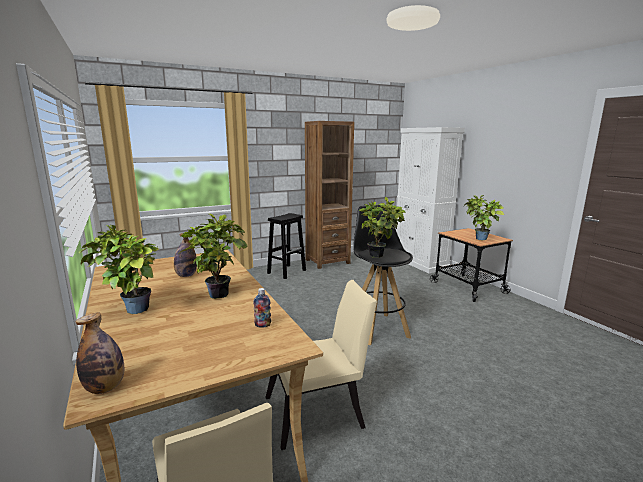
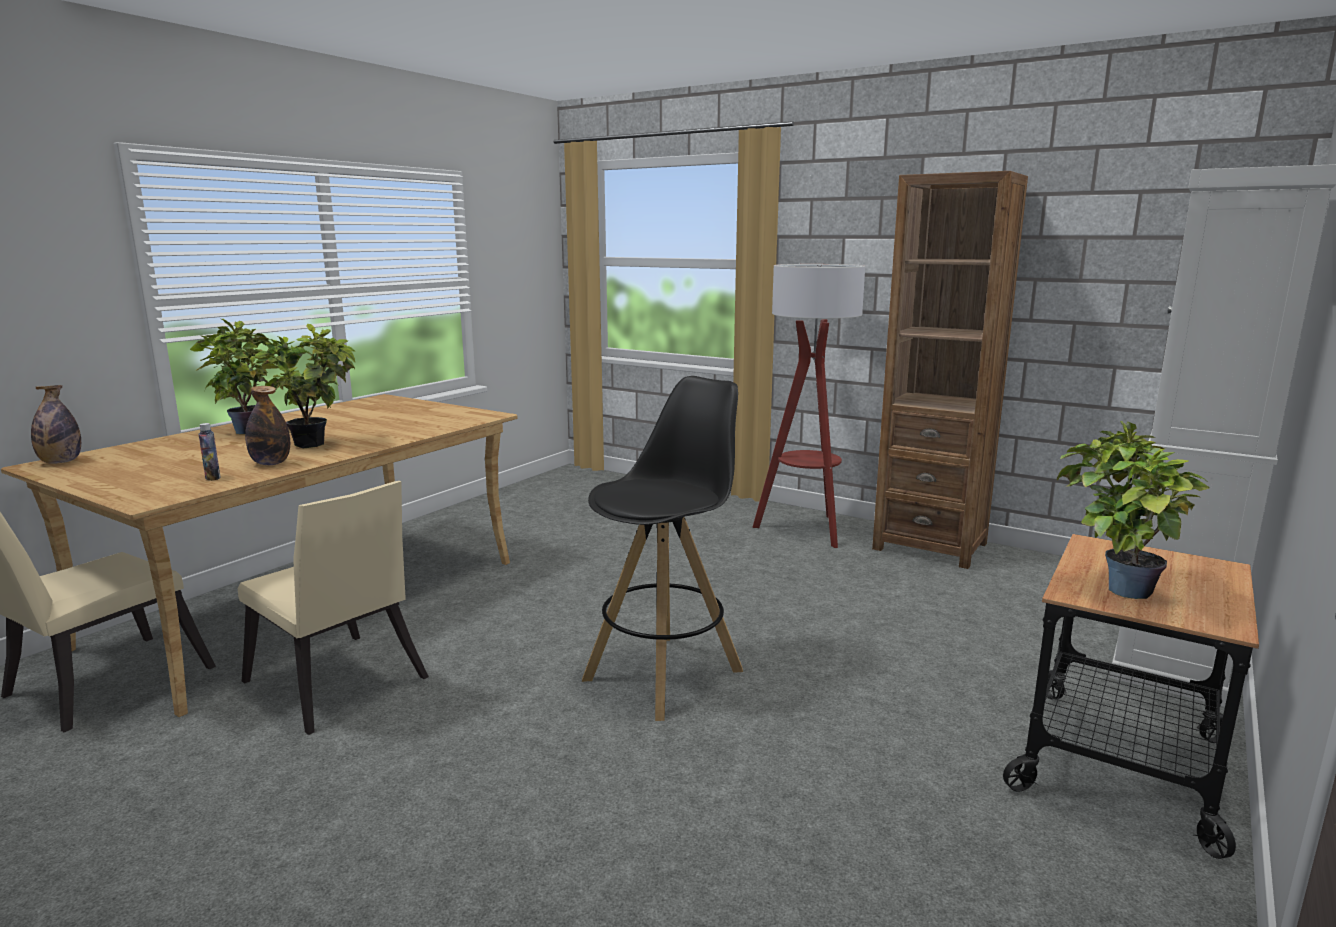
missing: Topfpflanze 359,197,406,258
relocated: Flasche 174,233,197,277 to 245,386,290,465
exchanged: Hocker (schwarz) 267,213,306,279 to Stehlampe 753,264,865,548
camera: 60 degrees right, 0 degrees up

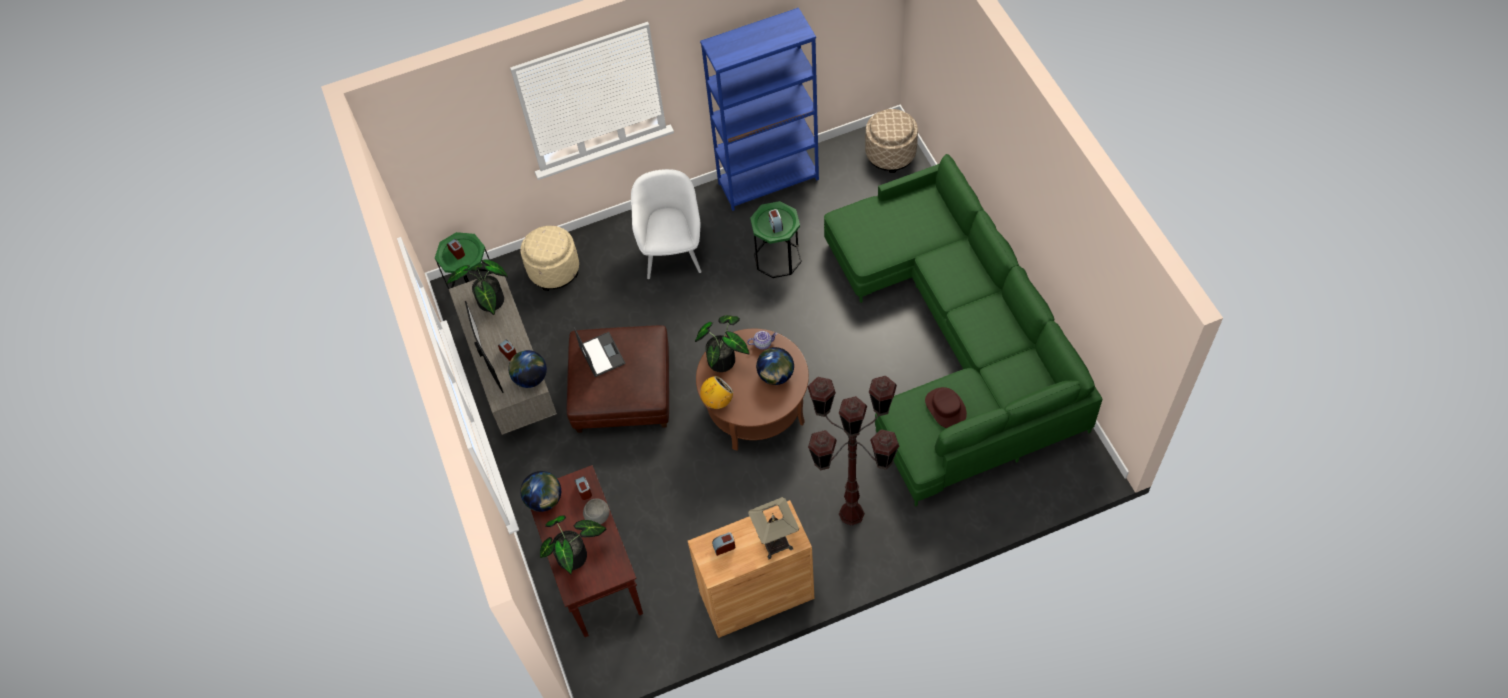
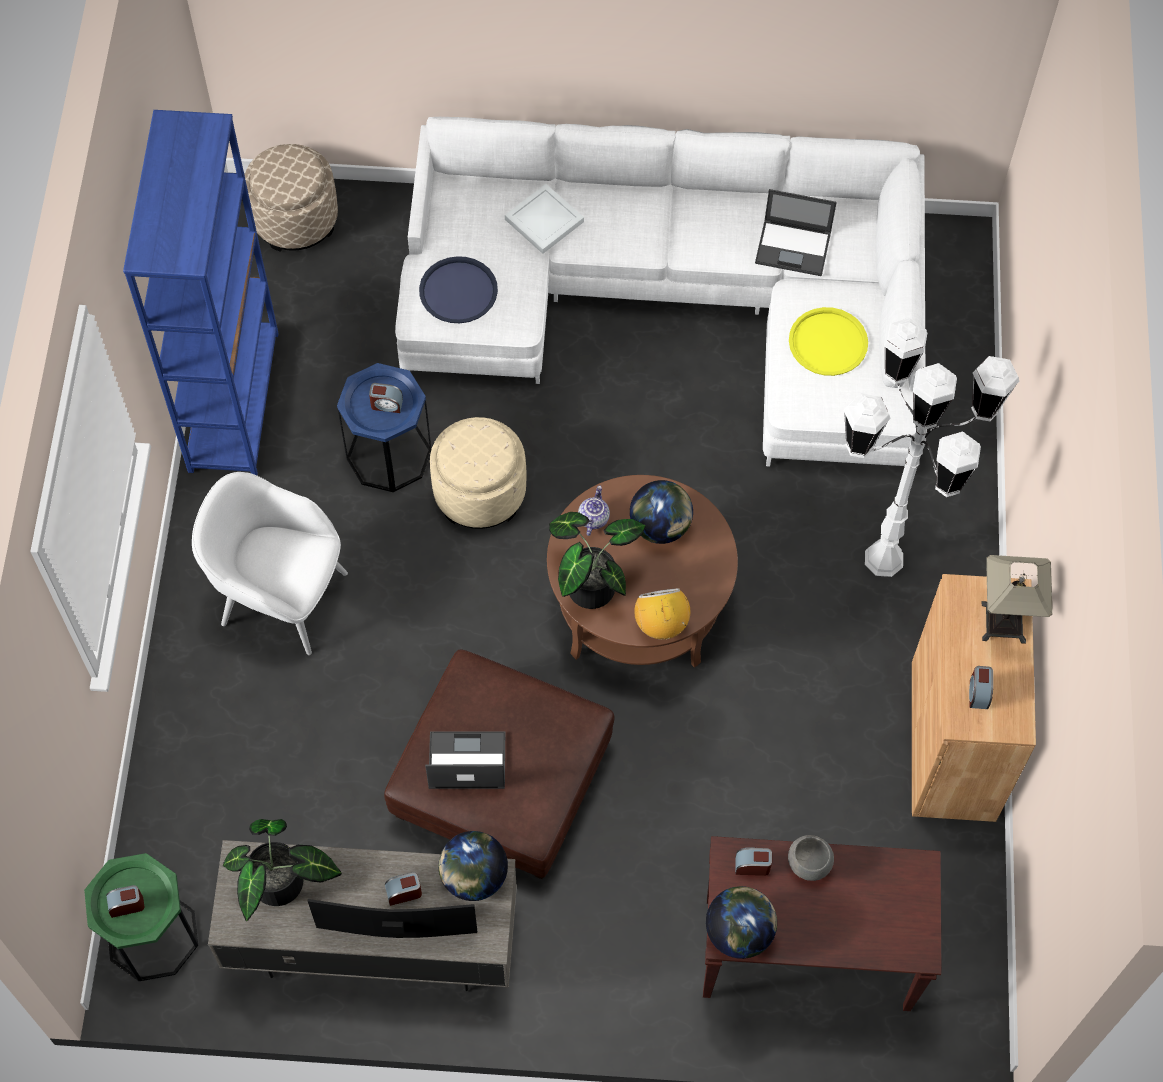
missing: Topfpflanze 540,515,606,574
appeared: Tablett (blau) 419,256,498,323; Tablett (weiß) 505,184,584,254; Laptop 755,189,837,276
relocated: Polsterhocker (beige) 520,226,579,291 to 430,417,526,529
exchanged: Hut (braun) 925,387,967,428 to Tablett (gelb) 789,307,868,376
colour: Beistelltisch (grün) 750,201,802,278 to Beistelltisch (blau) 337,363,431,492; Sofa (grün) 824,154,1103,507 to Sofa (weiß) 395,117,925,467; Stehlampe (braun) 808,376,899,526 to Stehlampe (weiß) 844,318,1019,577
camera: 70 degrees left, 5 degrees up

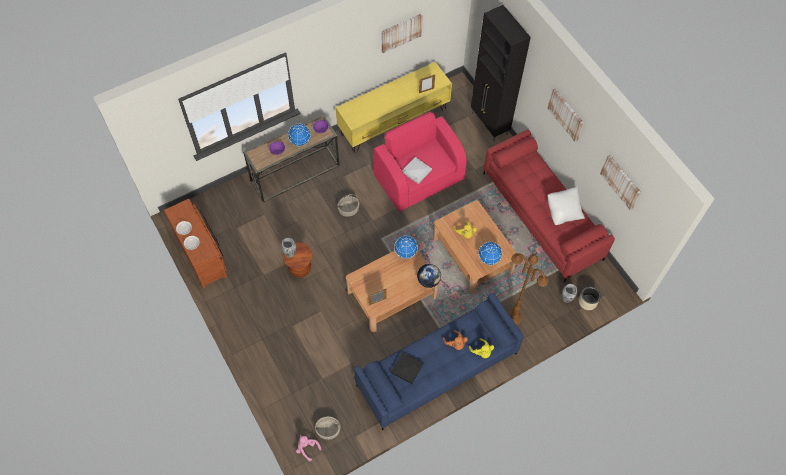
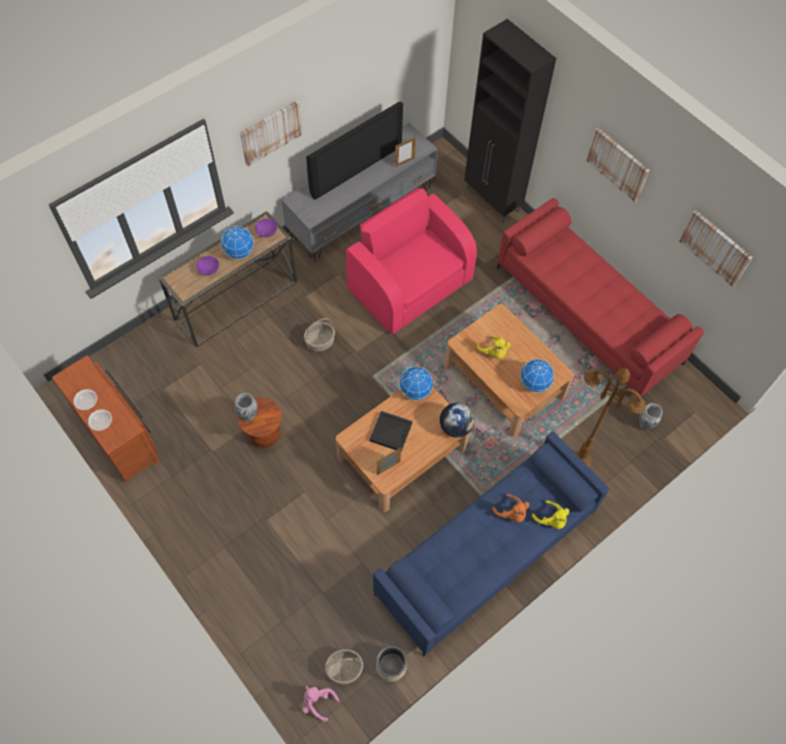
missing: Tablett (weiß) 402,157,432,184; Kissen (weiß) 547,186,585,225
appeared: Fernseher 306,101,403,200
relocated: Bild 382,14,423,53 to 240,101,302,166; Tablett (schwarz) 391,352,423,384 to 370,411,412,451; Pflanzkübel (beige) 579,287,601,310 to 376,645,407,682
colour: Fernsehschrank (gelb) 336,62,452,153 to Fernsehschrank (grau) 282,123,438,262
camera: 10 degrees left, 0 degrees up

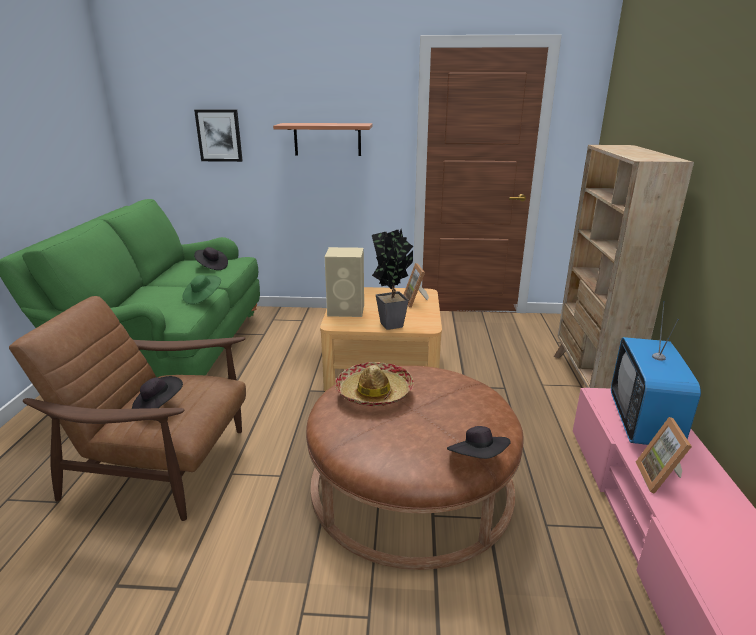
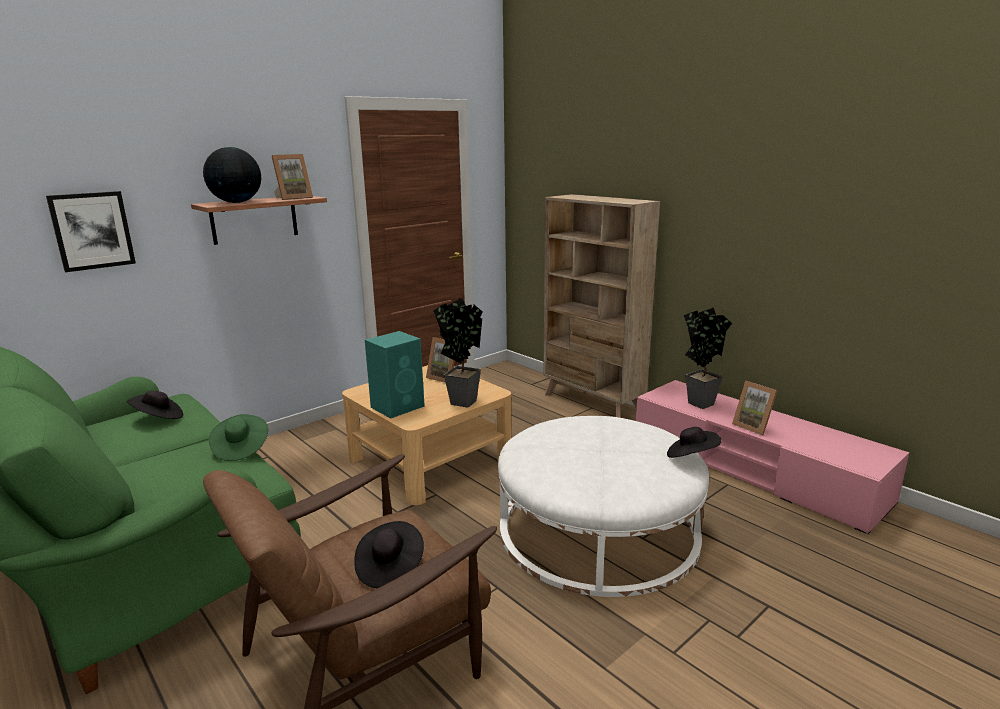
missing: Hut 335,362,414,406
appeared: Globus 203,147,261,203; Bilderrahmen 272,154,313,200
exchanged: Fernseher 611,301,701,445 to Topfpflanze 684,307,732,409
colour: Lautsprecher (beige) 325,247,364,317 to Lautsprecher (türkis) 365,331,425,418; Polsterhocker (braun) 306,366,524,570 to Polsterhocker (weiß) 498,416,709,597
camera: 45 degrees left, 5 degrees down

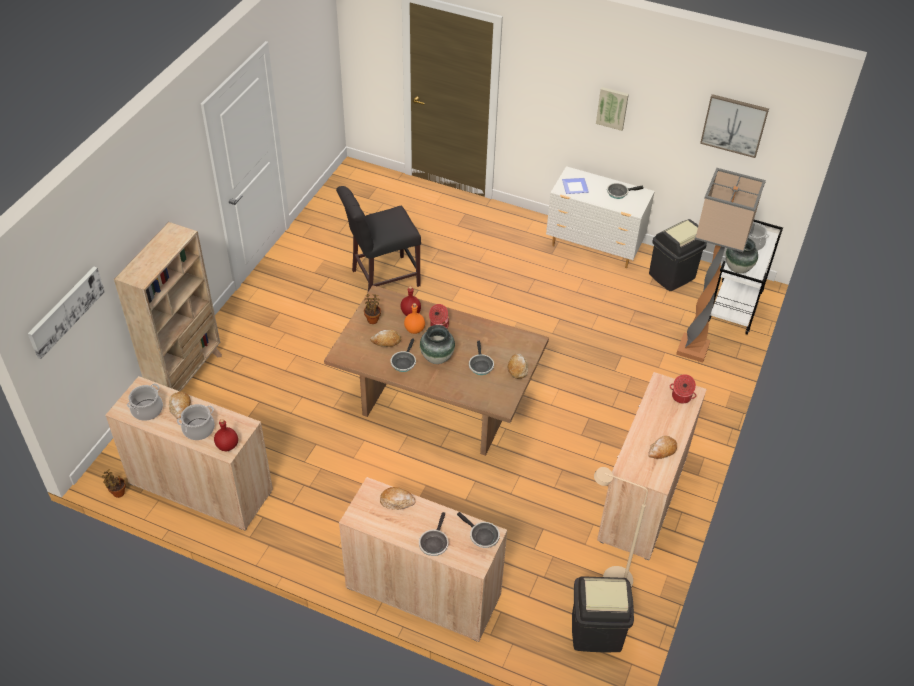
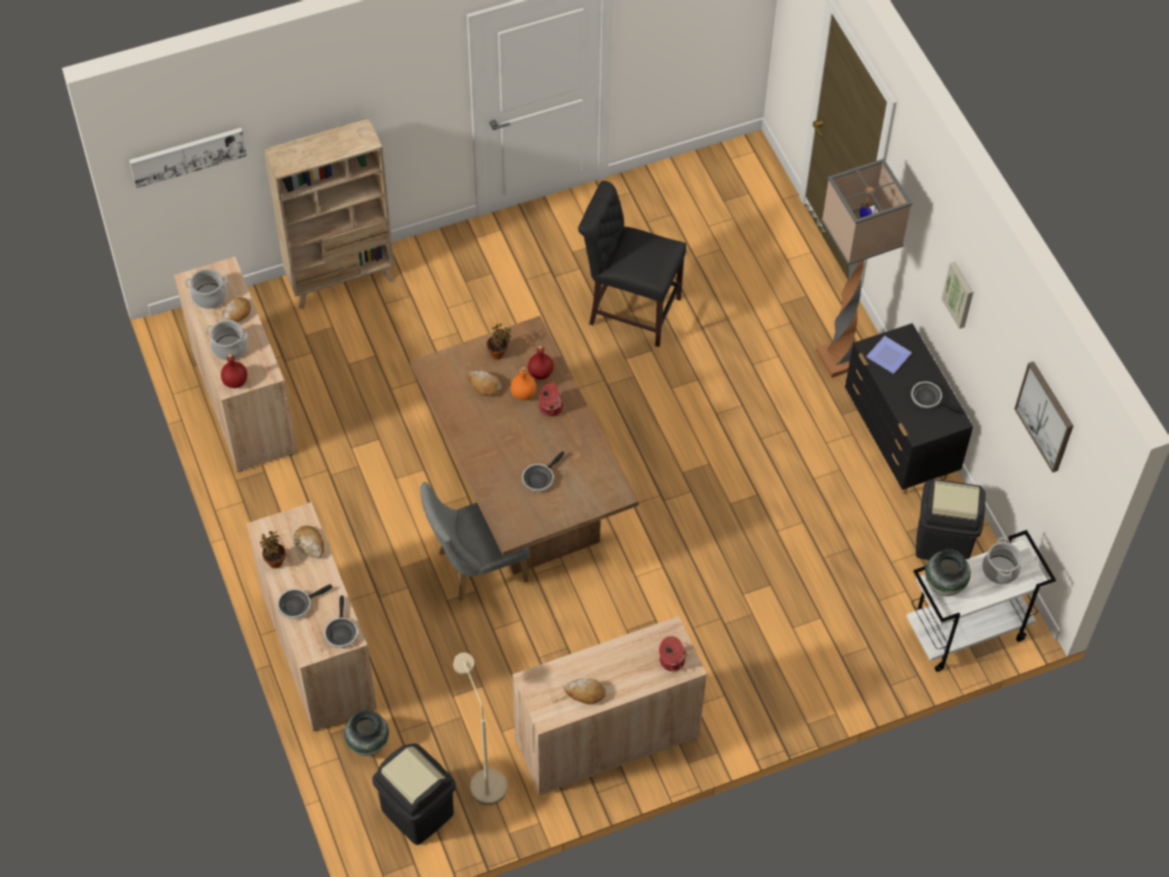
missing: Pfanne 391,338,416,372; Brot 508,353,528,379
appeared: Stuhl (grau) 420,482,529,602
relocated: Topfpflanze 102,469,126,498 to 260,531,286,568; Vase 420,325,455,364 to 344,711,389,756; Stehlampe 676,168,766,363 to 816,159,912,378
colour: Kommode (weiß) 546,166,655,268 to Kommode (schwarz) 845,323,973,494
camera: 45 degrees right, 10 degrees up

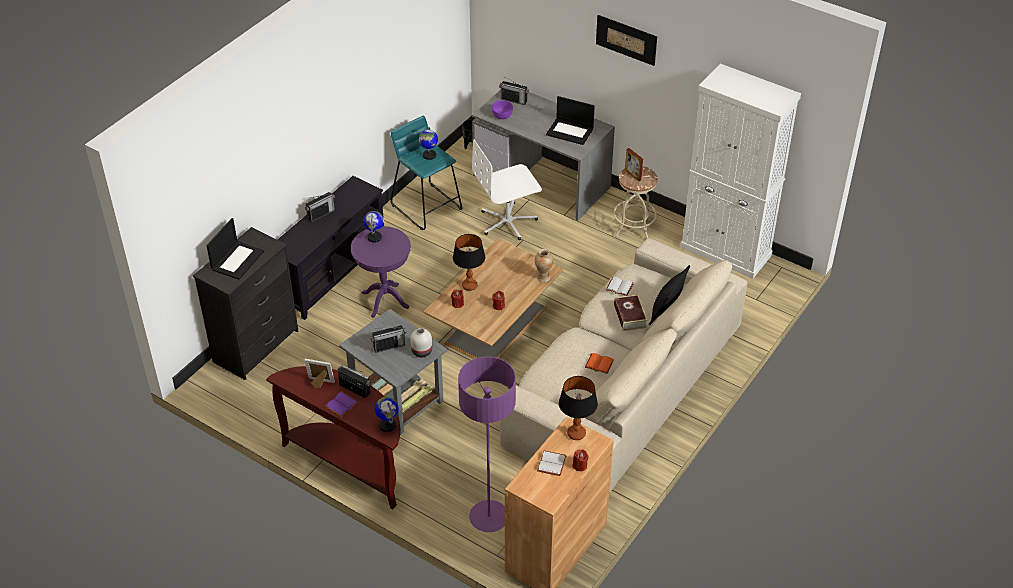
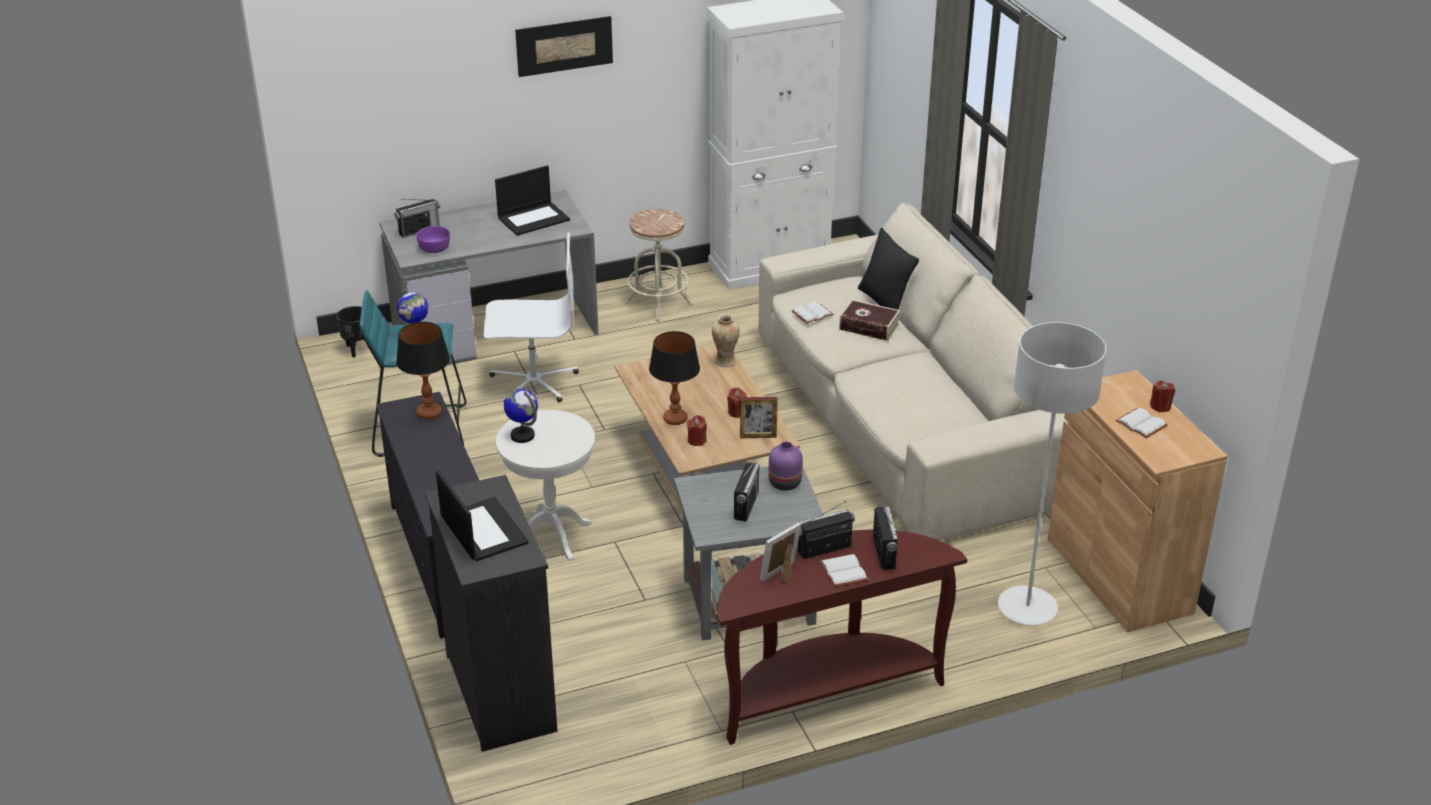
missing: Globus 375,397,399,432; Buch (orange) 585,353,614,374
relocated: Tischlampe 559,376,598,440 to 396,322,450,419; Bilderrahmen 625,148,643,181 to 740,397,778,438; Radio 305,192,335,222 to 873,506,898,570
colour: Beistelltisch (lila) 351,226,411,318 to Beistelltisch (weiß) 496,410,595,561; Vase (weiß) 410,328,432,357 to Vase (lila) 769,442,803,491; Buch (lila) 325,392,358,417 to Buch (weiß) 820,554,869,587; Stehlampe (lila) 458,357,516,532 to Stehlampe (grau) 998,322,1107,625
spun: Bürostuhl (weiß) 472,139,542,240 = 484,233,579,403 105 degrees counterclockwise
camera: 55 degrees left, 10 degrees down

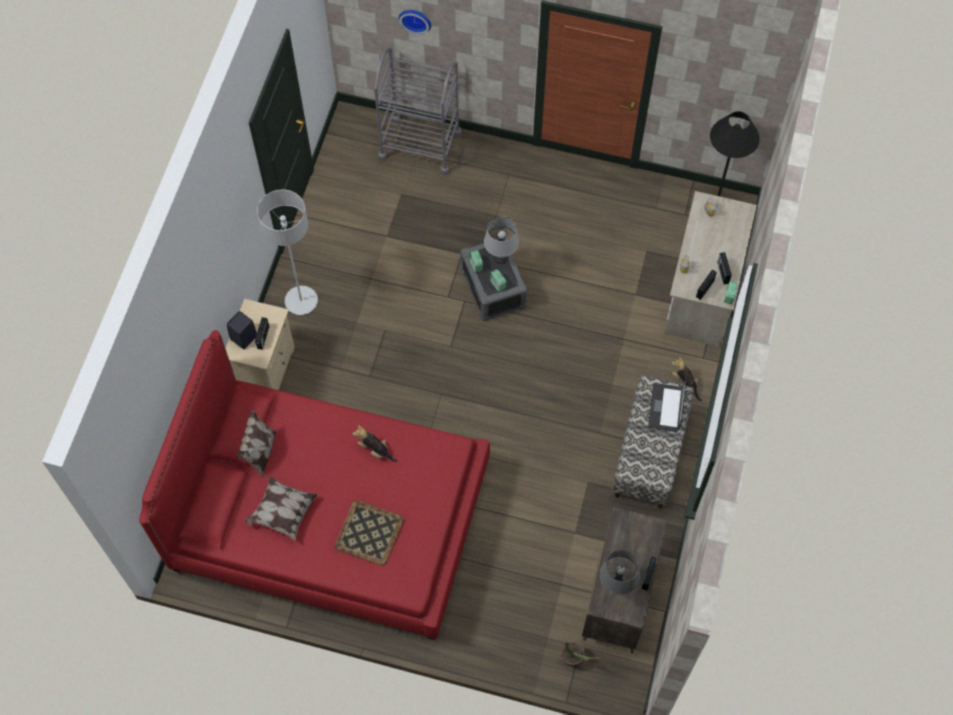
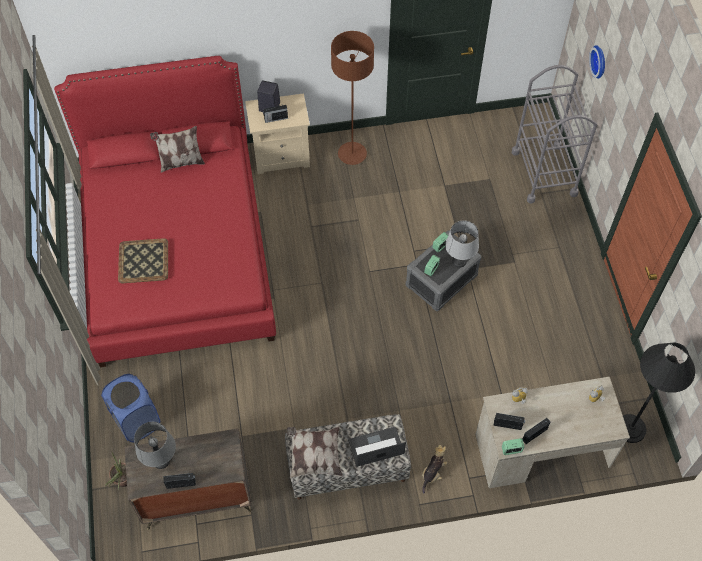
missing: Plüschtier 353,425,397,462
appeared: Wäschekorb (blau) 101,374,160,442
relocated: Kissen 245,476,318,541 to 287,427,343,478
colour: Stehlampe (grau) 257,190,318,315 to Stehlampe (braun) 331,31,374,165
camera: 65 degrees right, 5 degrees down

